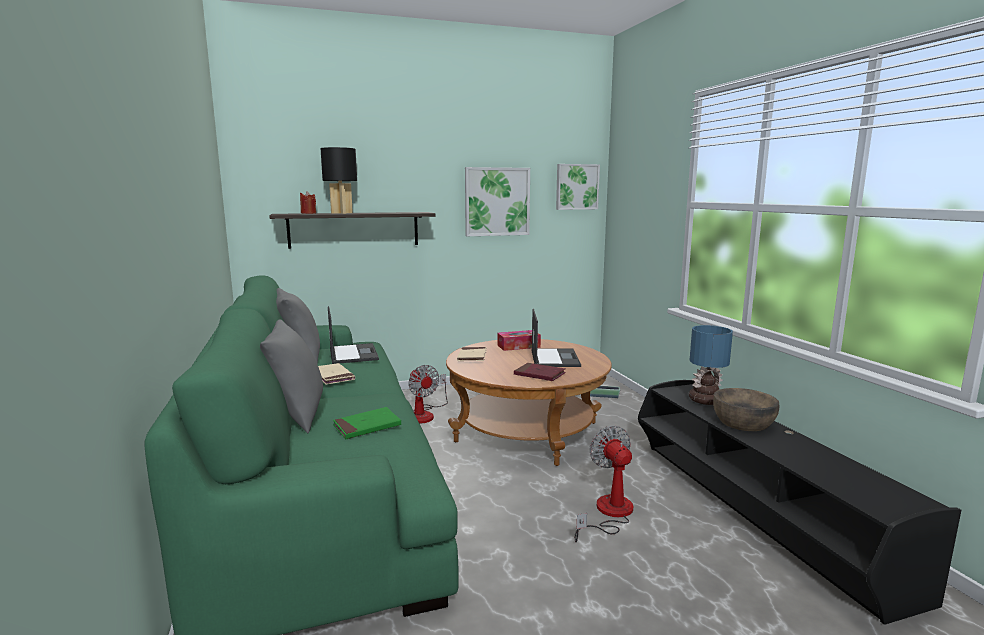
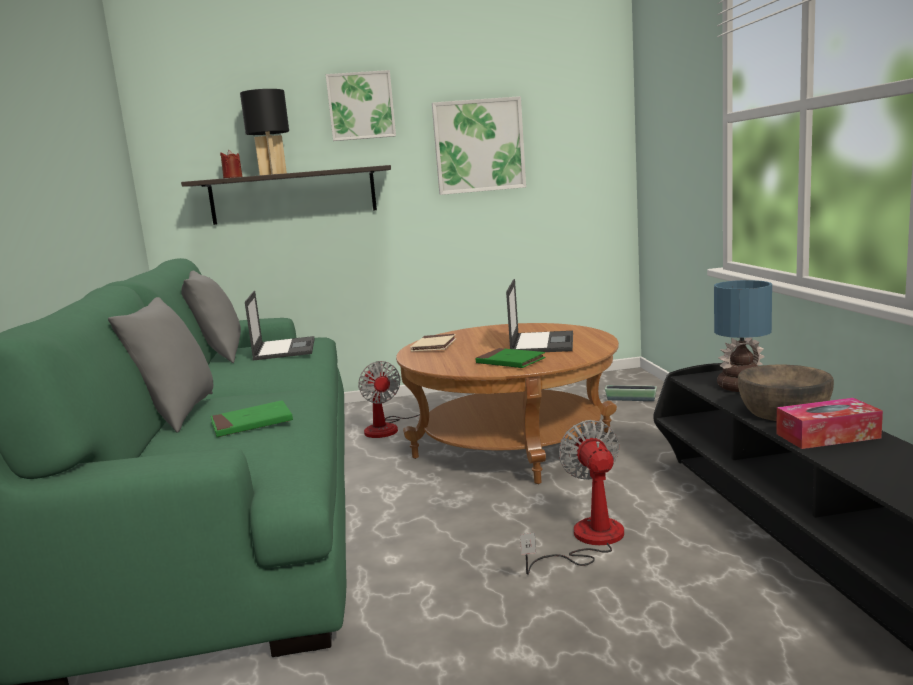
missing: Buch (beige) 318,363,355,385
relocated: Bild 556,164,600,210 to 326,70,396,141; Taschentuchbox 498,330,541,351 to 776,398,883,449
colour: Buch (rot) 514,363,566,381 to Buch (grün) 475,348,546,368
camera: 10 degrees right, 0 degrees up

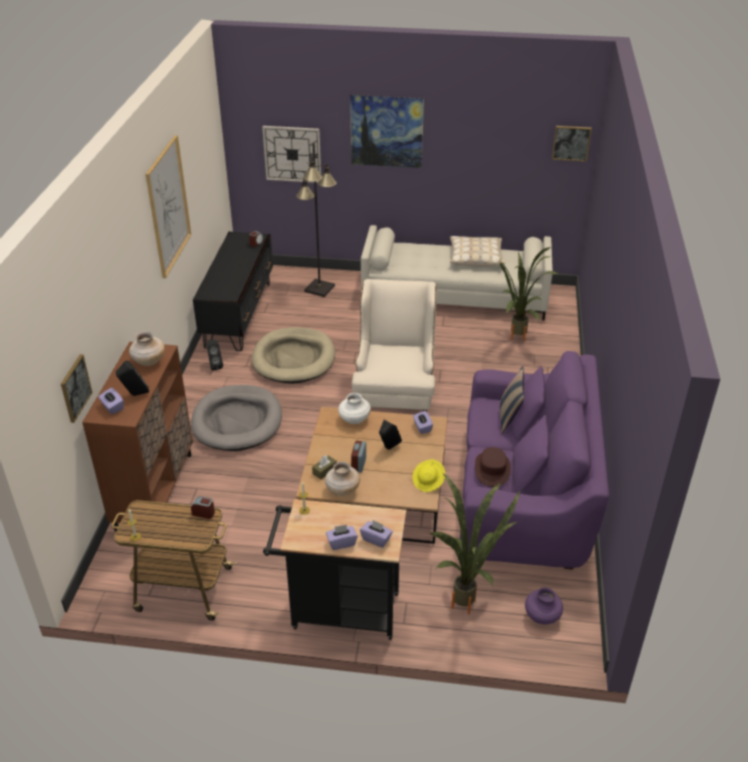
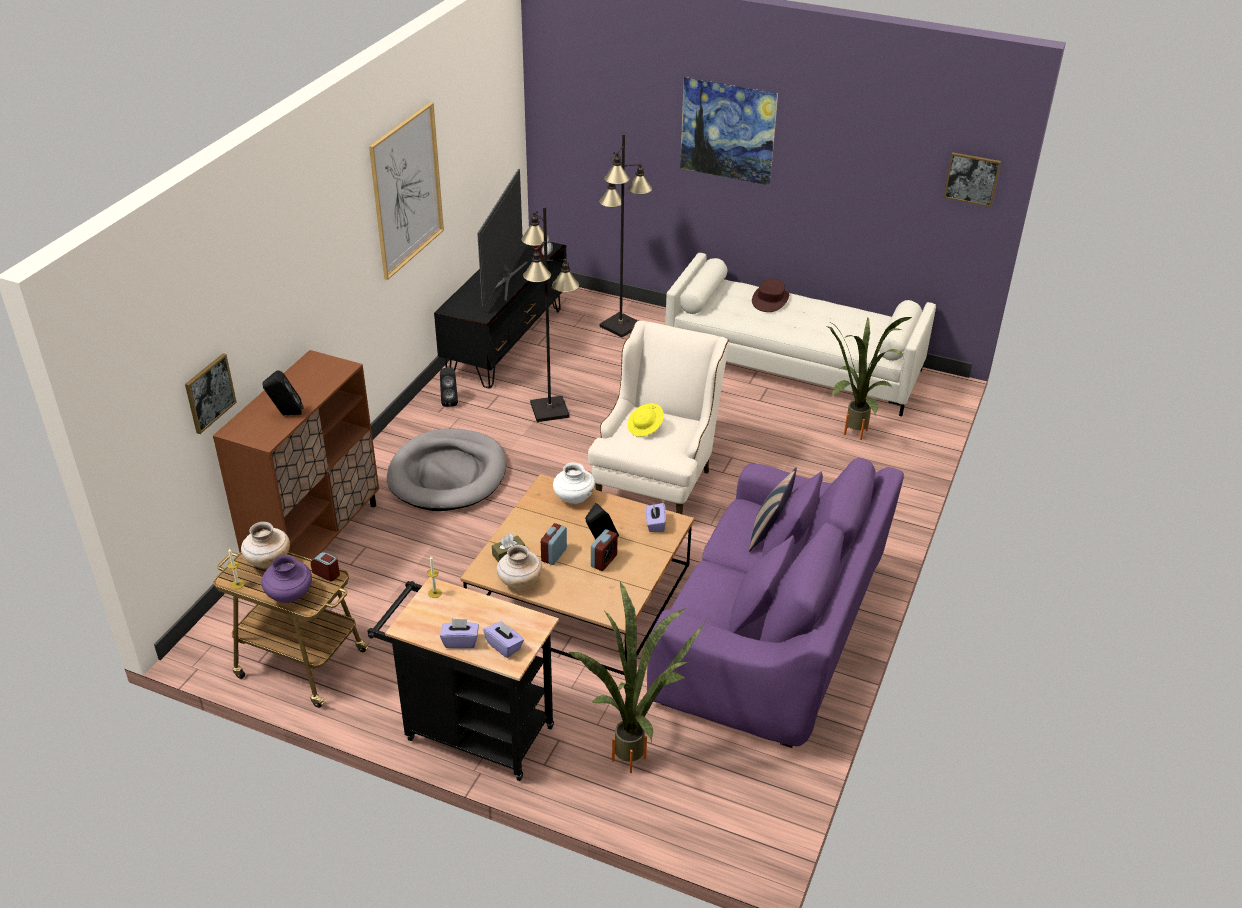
missing: Taschentuchbox (lila) 98,388,124,414; Wanduhr 262,126,321,183; Kissen (beige) 450,236,505,267
appeared: Fernseher 477,169,528,307; Wecker 591,529,618,571
relocated: Vase (beige) 129,331,165,366 to 241,522,290,568; Vase (lila) 525,588,563,624 to 261,555,312,603; Hut (gelb) 413,460,445,492 to 627,403,664,437; Hut (braun) 475,447,511,487 to 752,279,789,312
exchanged: Hundebett (beige) 252,327,335,384 to Stehlampe (schwarz) 521,207,579,422
camera: 15 degrees right, 0 degrees up

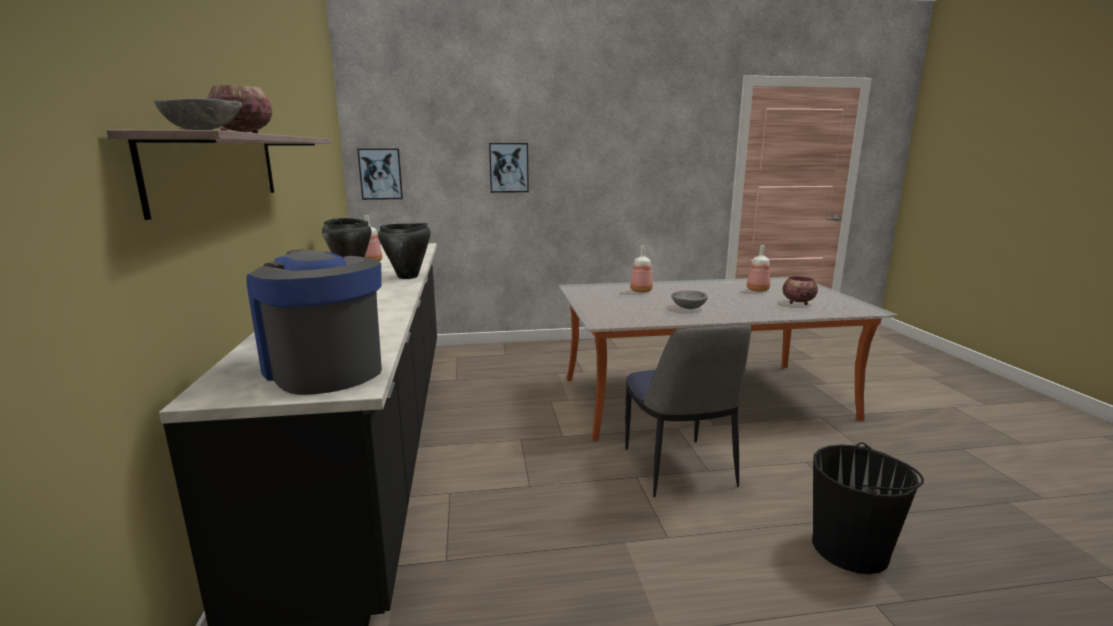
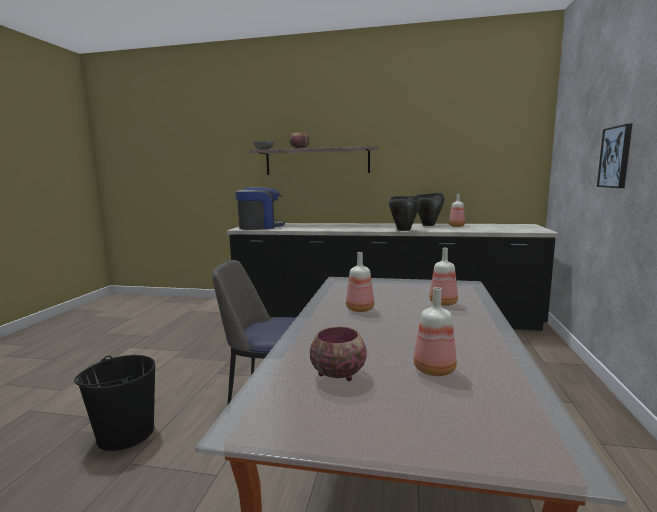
missing: Bild 357,149,403,200
exchanged: Schüssel (grau) 671,290,708,309 to Flasche 346,252,374,312
camera: 110 degrees right, 5 degrees down

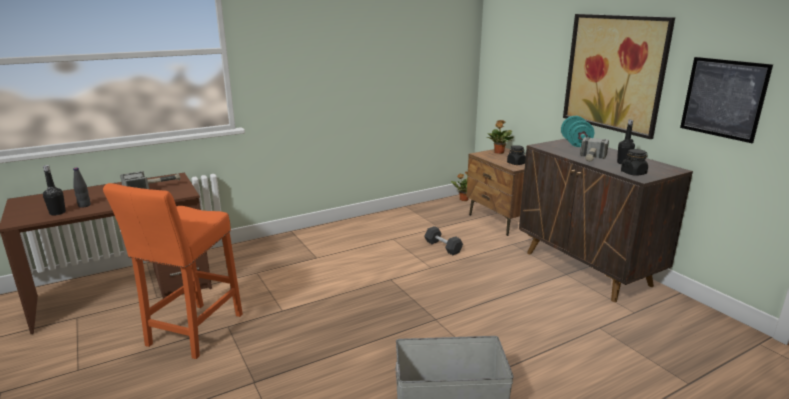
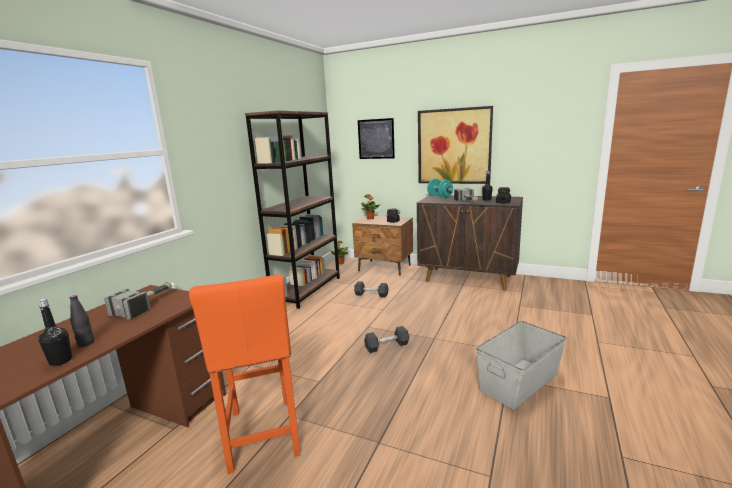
appeared: Bücherregal (braun) 245,111,340,309; Hantel (grau) 364,326,409,353
relocated: Bild 680,57,773,143 to 358,118,395,159
camera: 35 degrees left, 5 degrees down

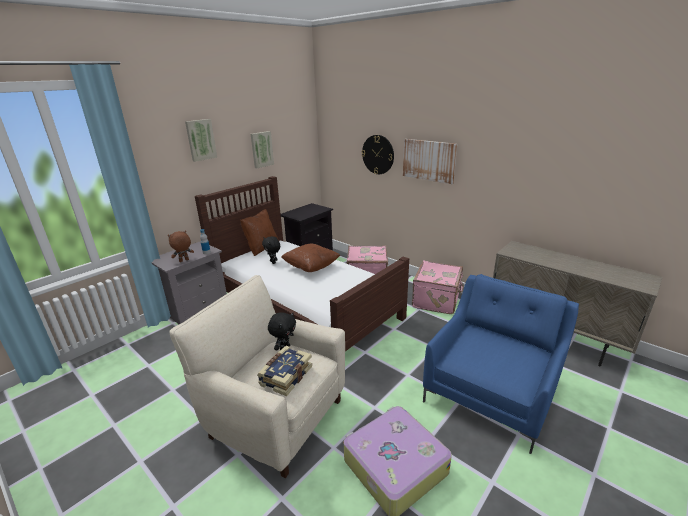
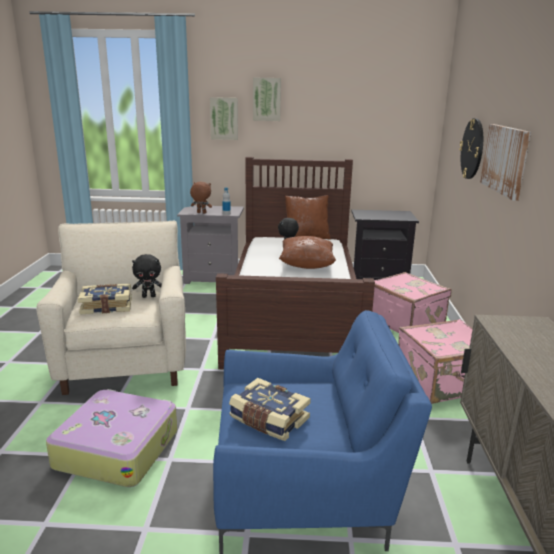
appeared: Buch 229,378,311,441
relocated: Bild 251,131,274,168 to 210,97,238,140
camera: 50 degrees right, 5 degrees down

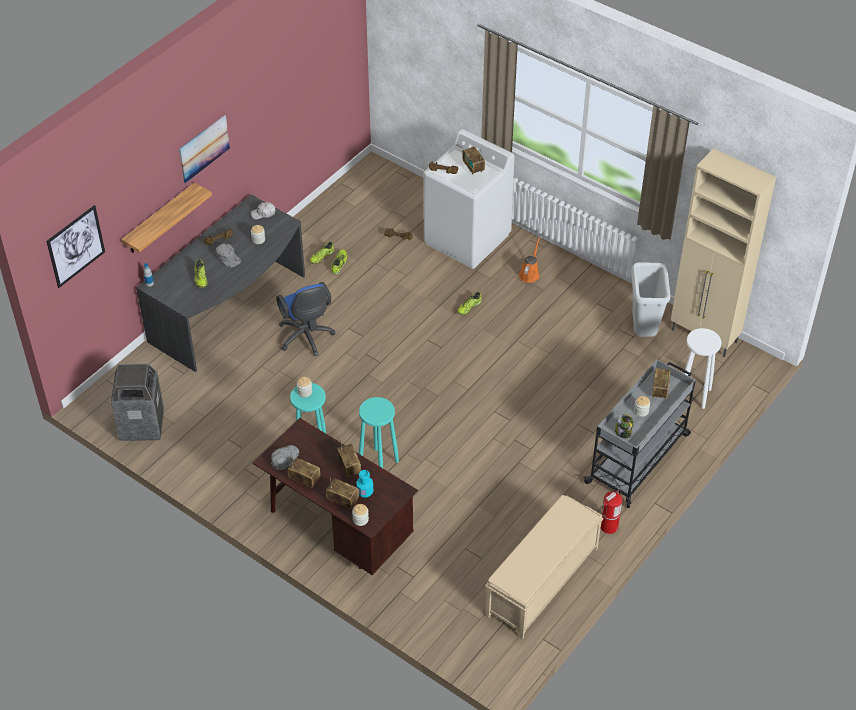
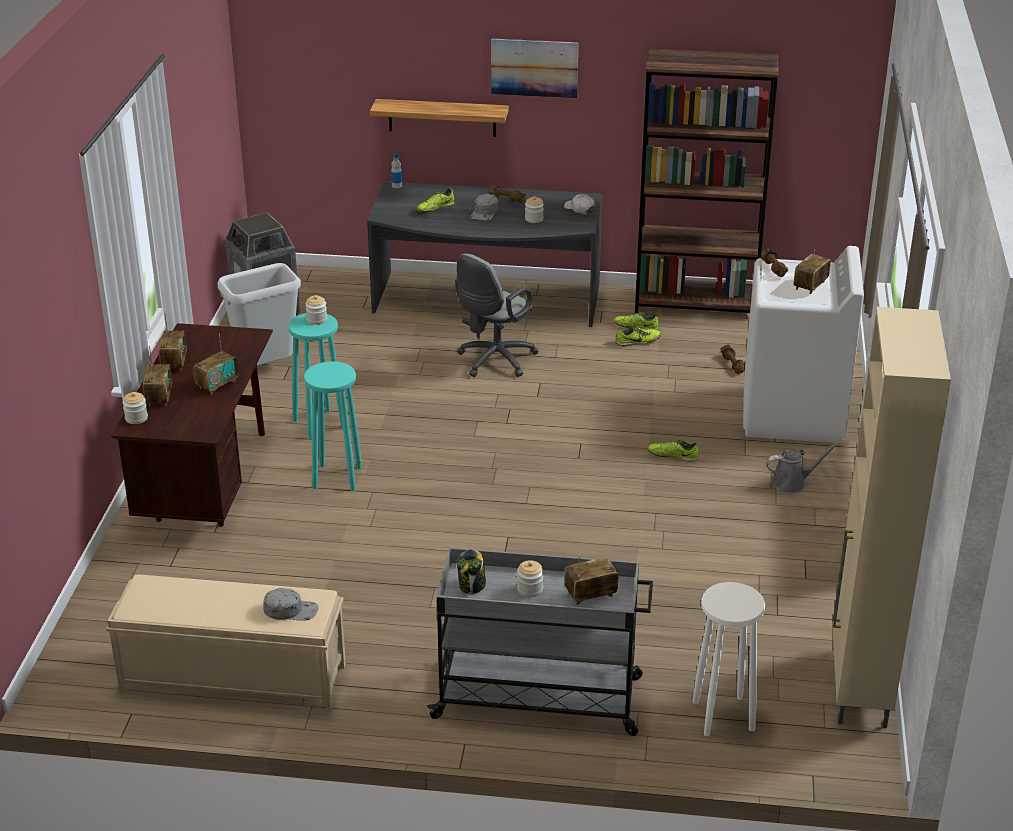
missing: Bild 46,205,105,288; Flasche (türkis) 356,470,373,498; Feuerlöscher 601,489,622,534
appeared: Bücherregal (braun) 635,49,779,313
relocated: Mülleimer (grau) 631,262,670,337 to 217,263,301,366; Kappe (grau) 271,445,299,470 to 263,588,319,621
colour: Bürostuhl (blau) 276,282,335,356 to Bürostuhl (grau) 455,254,539,377; Gießkanne (orange) 519,237,540,283 to Gießkanne (grau) 766,444,838,494
camera: 60 degrees right, 15 degrees down

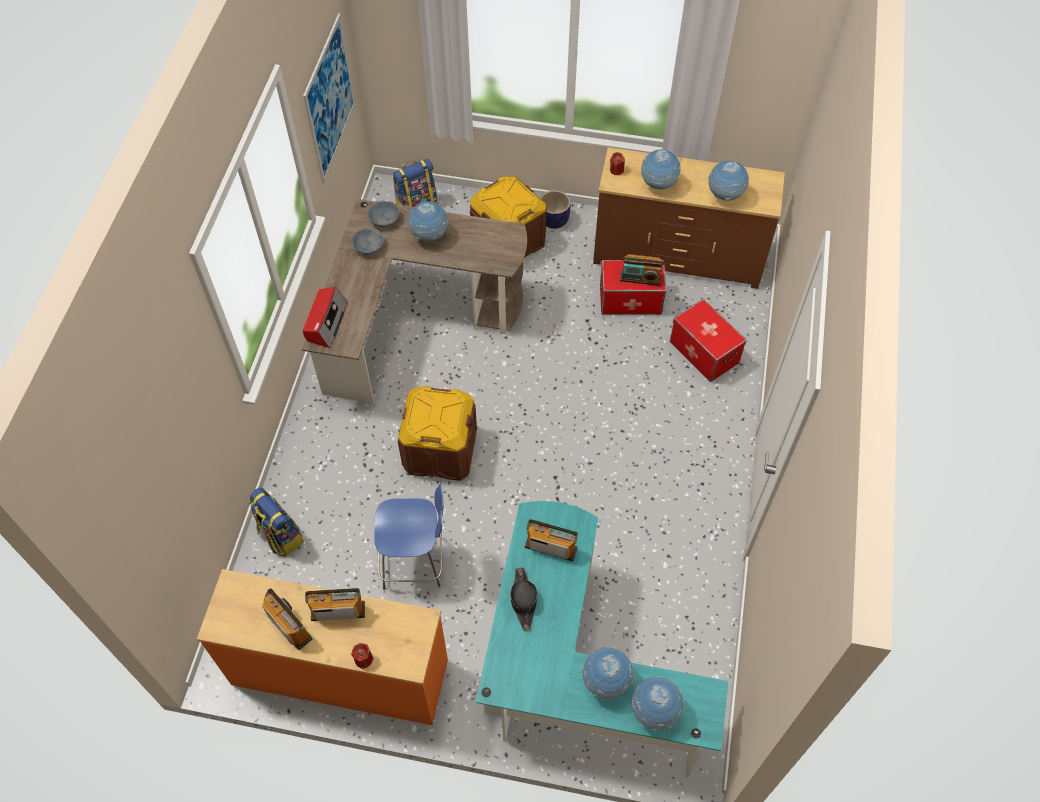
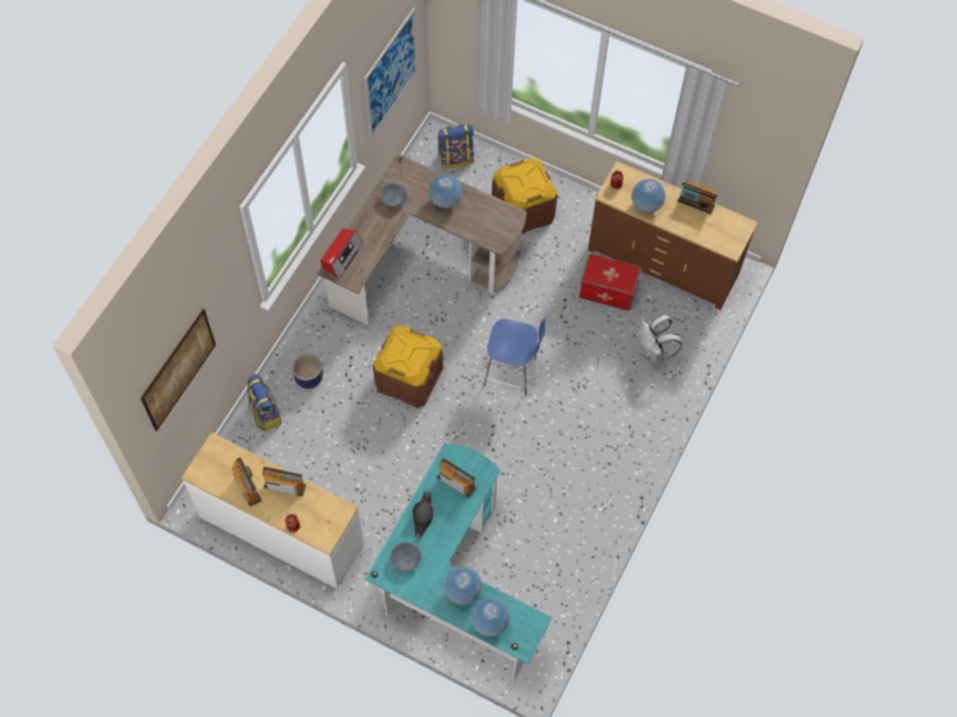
missing: Globus 708,160,749,201
appeared: Bild 141,309,216,431
relocated: Pflanzkübel 540,190,571,229 to 292,354,323,389; Schüssel (grau) 367,201,400,227 to 390,542,421,572; Hocker (blau) 374,482,444,590 to 483,316,547,395; Radio 620,254,664,286 to 678,181,717,214
exchanged: Aufbewahrungsbox 670,299,747,382 to Rucksack (weiß) 638,315,682,365
colour: Kommode (orange) 197,569,448,725 to Kommode (weiß) 181,432,364,589
camera: 15 degrees right, 5 degrees up

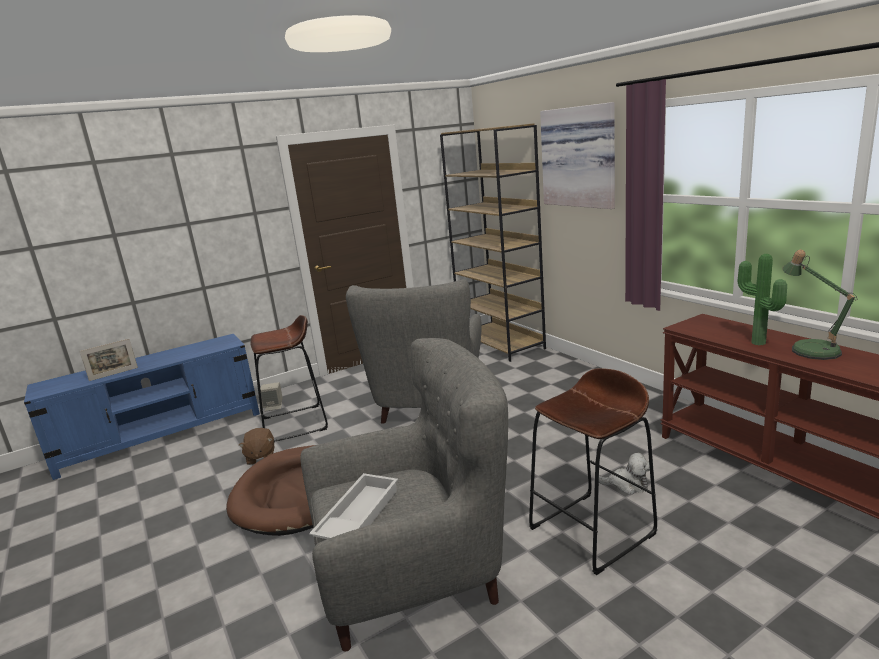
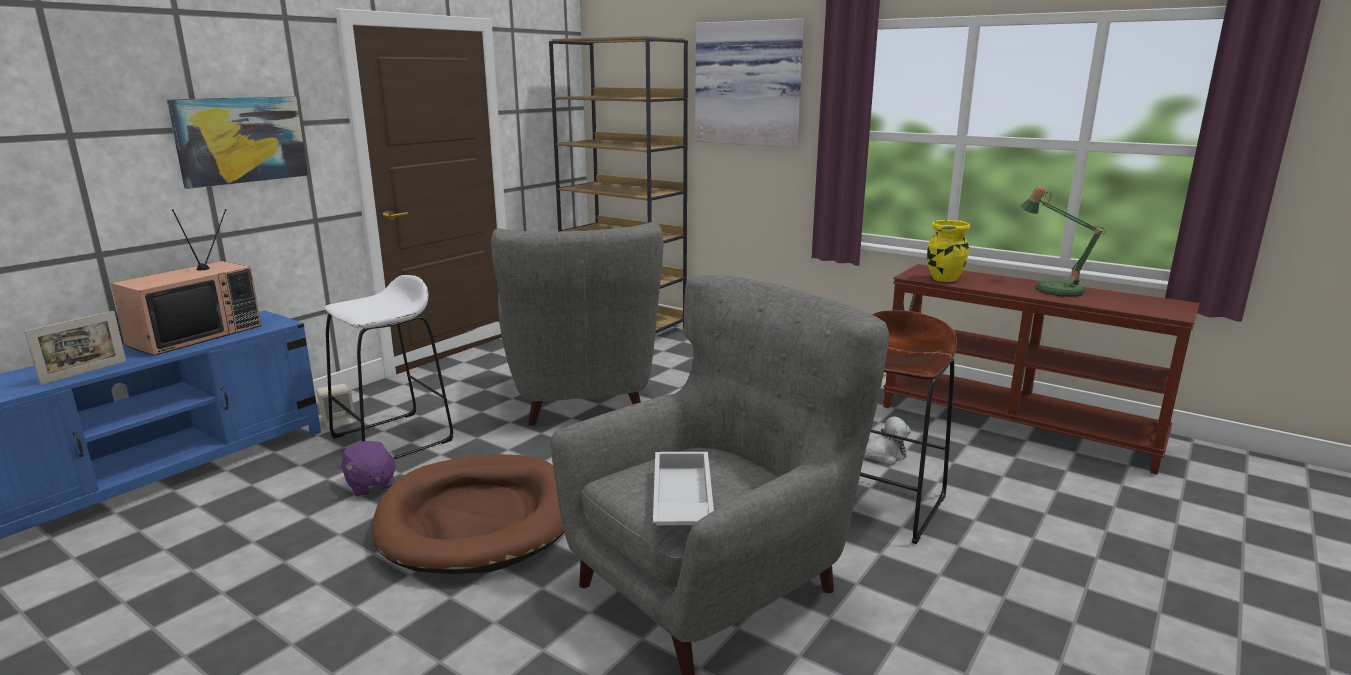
missing: Topfpflanze 738,254,787,345
appeared: Fernseher 111,209,261,356; Bild 167,96,308,189; Vase (gelb) 927,220,970,282
colour: Hocker (braun) 250,315,328,442 to Hocker (weiß) 325,275,453,459; Plüschtier (braun) 238,428,274,465 to Plüschtier (lila) 341,441,397,497
camera: 25 degrees left, 0 degrees up

